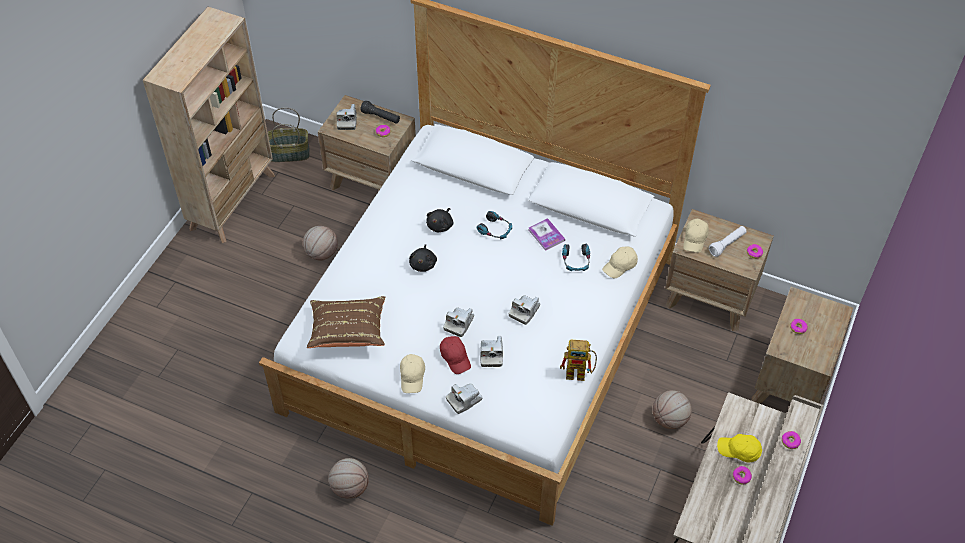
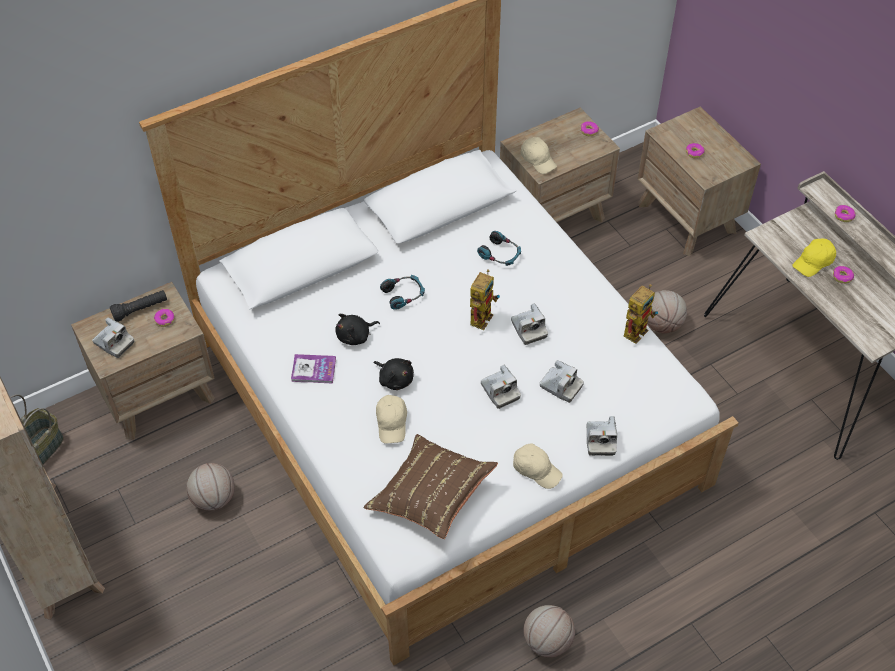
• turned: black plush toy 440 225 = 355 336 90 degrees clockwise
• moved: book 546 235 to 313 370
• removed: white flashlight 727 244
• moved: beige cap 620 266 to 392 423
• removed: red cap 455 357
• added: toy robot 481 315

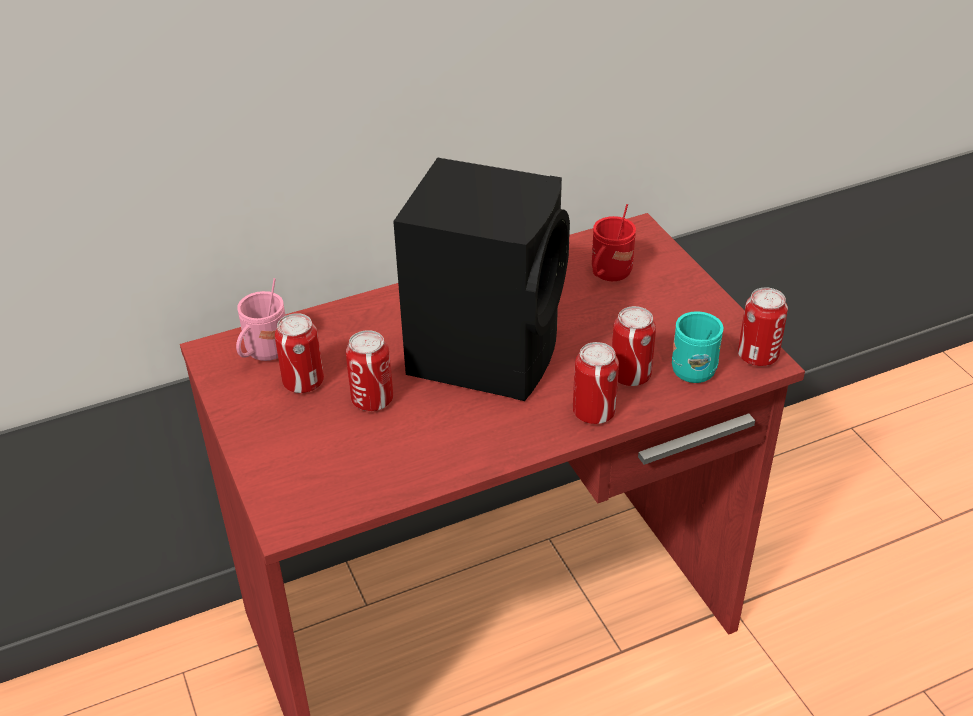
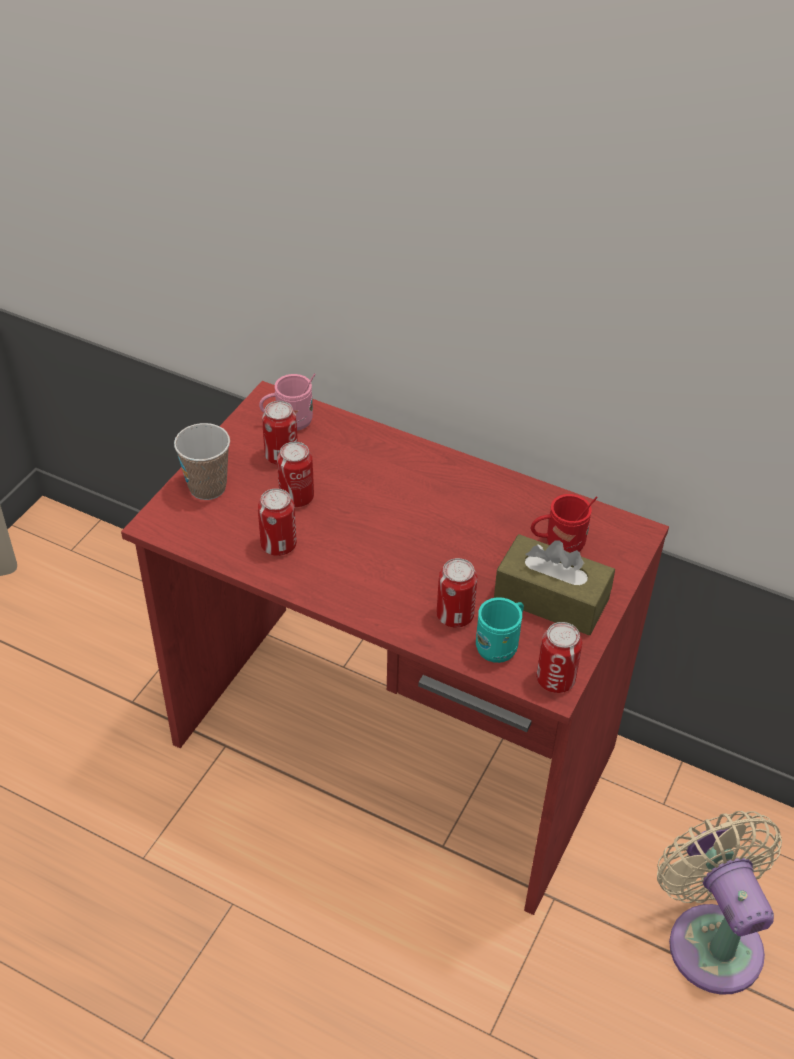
• removed: black speaker 487 350
• moved: can 593 412 to 278 545
• added: cup 207 487
• added: brown tissue box 551 599
• added: beige fan 711 938

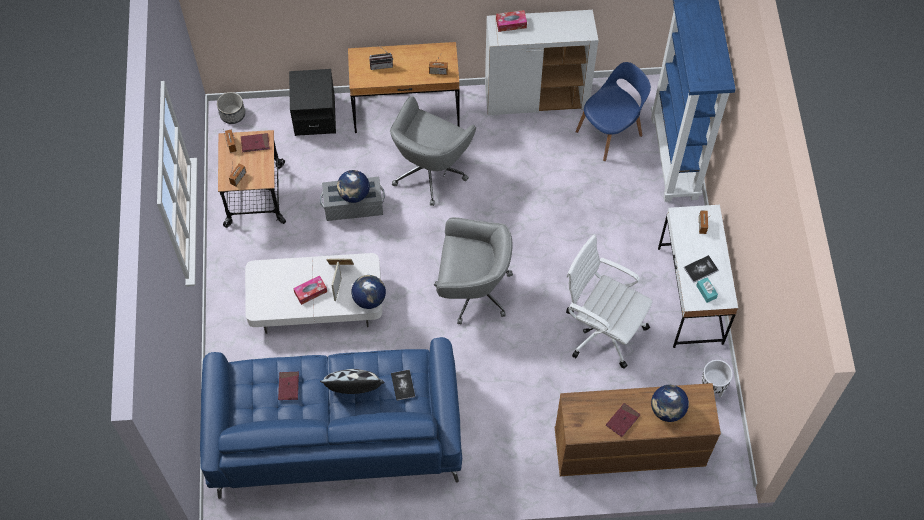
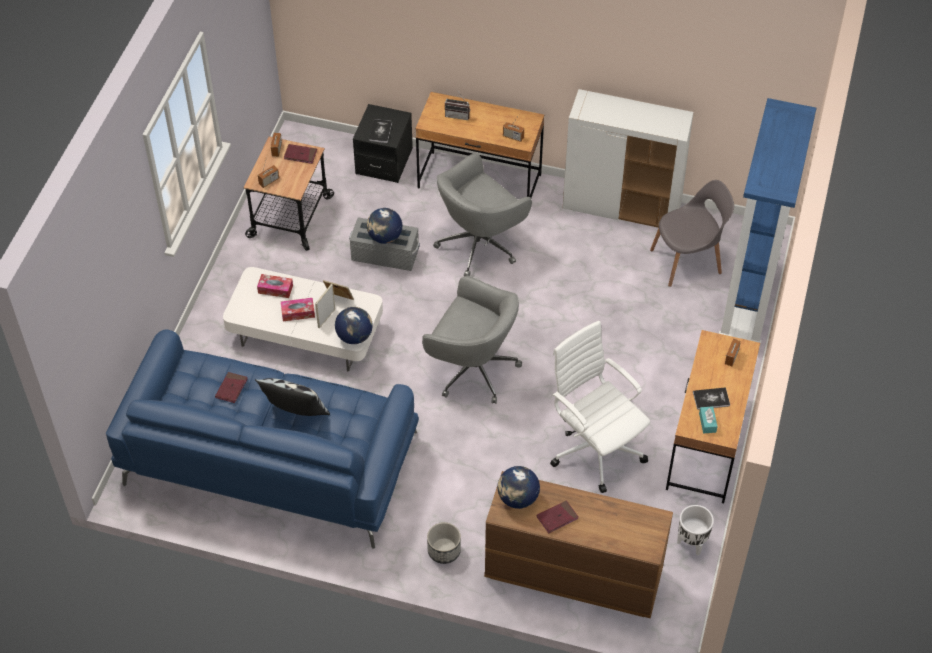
• moved: tissue box 511 24 to 275 289
• recoloured: blue chair 610 132 to grey chair 688 261
• moved: planter 232 114 to 444 550
• recoloured: white desk 690 296 to brown desk 706 444
• moved: book 403 385 to 380 131
• moved: globe 667 410 to 518 498

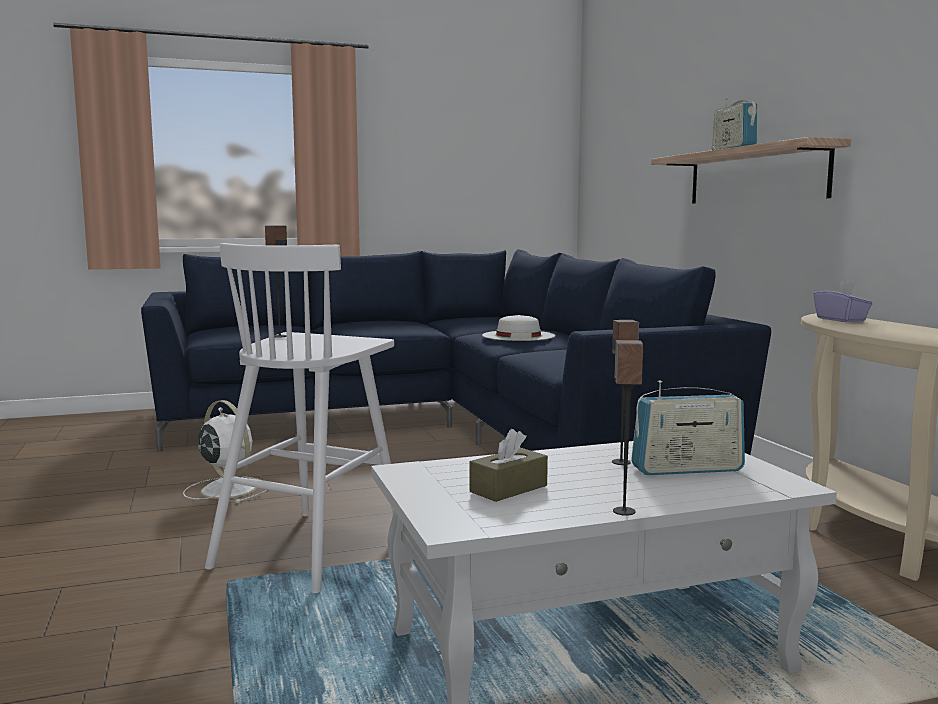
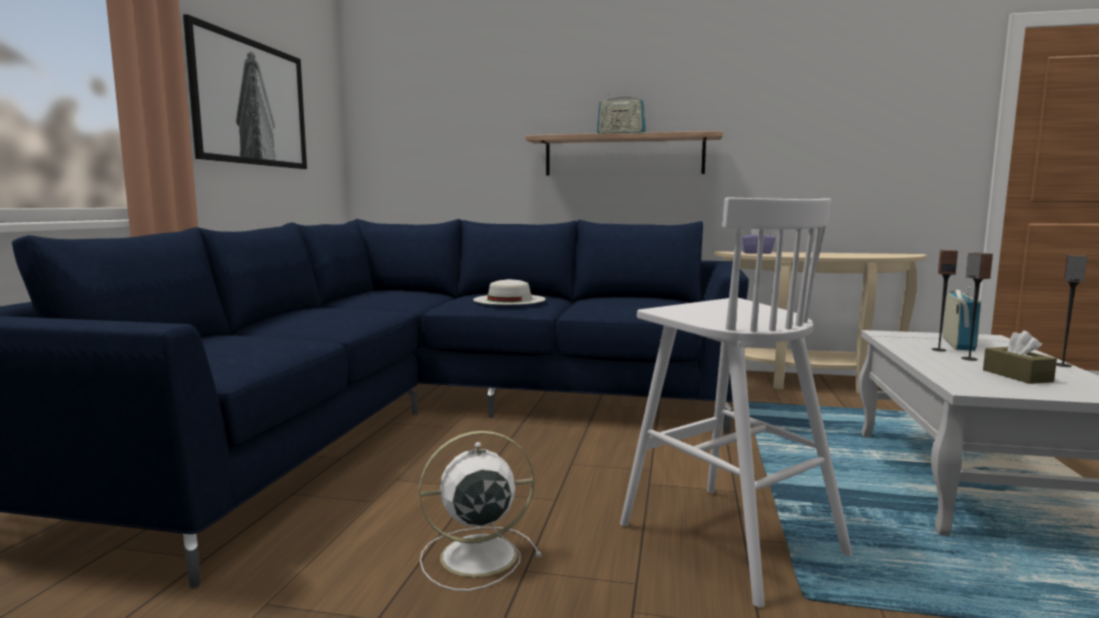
• moved: speaker 279 336 to 969 359
• added: picture 250 103

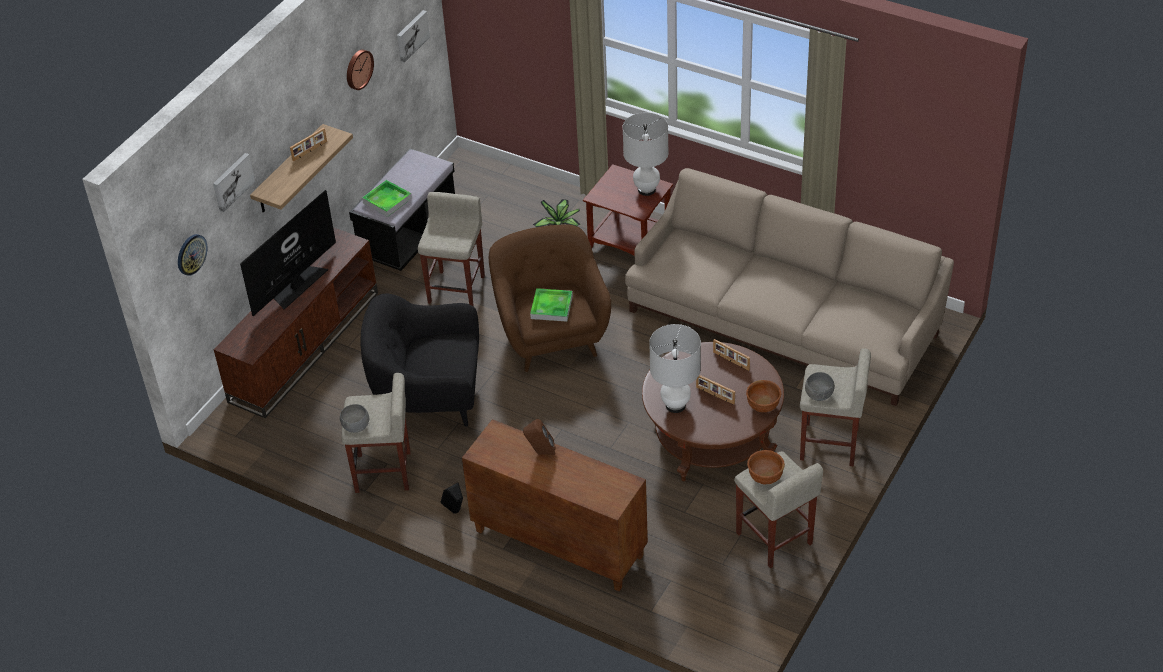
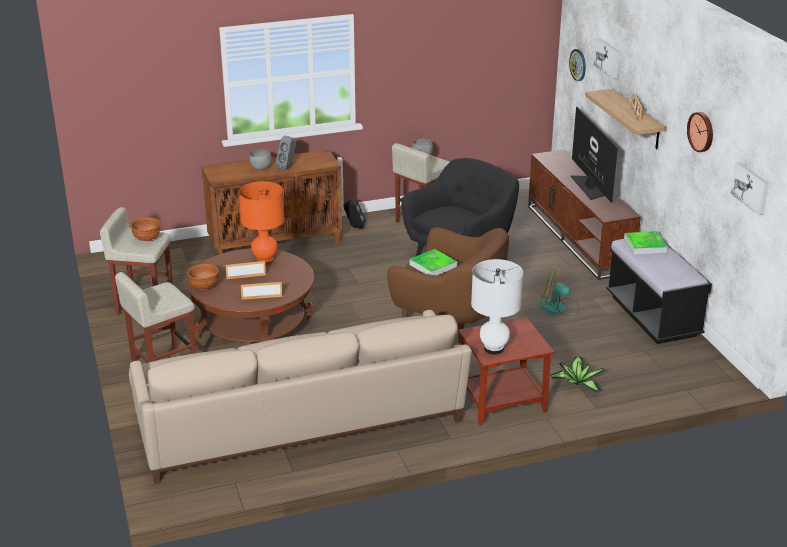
• replaced: beige stool 457 288 to fan 558 308
• recoloured: white table lamp 675 405 to orange table lamp 265 260
• moved: grey bowl 819 395 to 260 168
• recoloured: brown speaker 540 453 to grey speaker 288 167

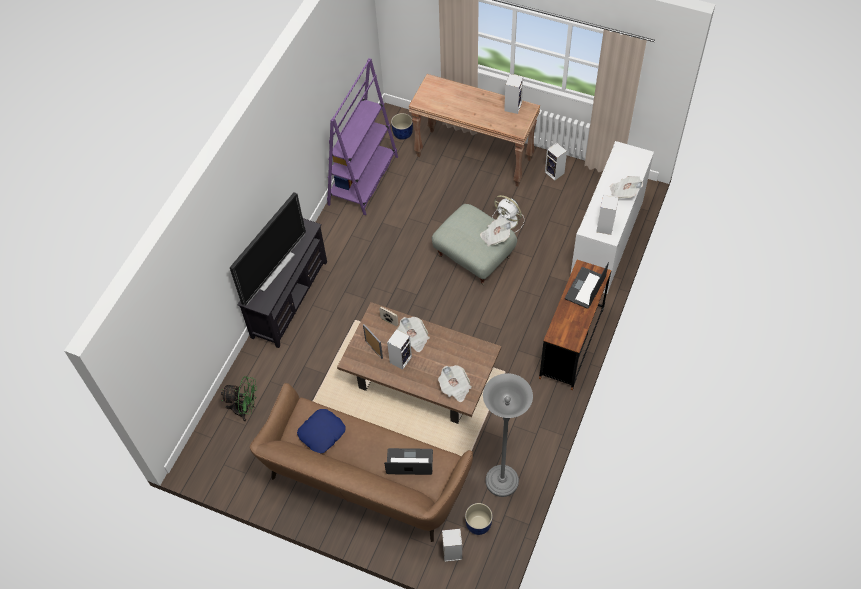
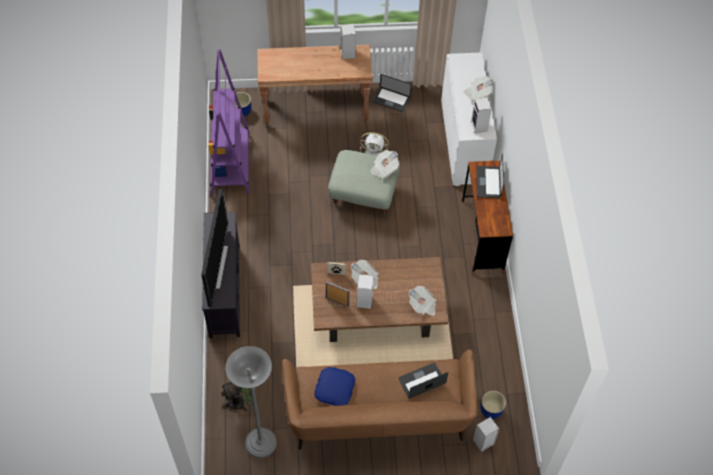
• replaced: speaker 555 173 to laptop 391 100
• moved: grey floor lamp 501 481 to 261 443

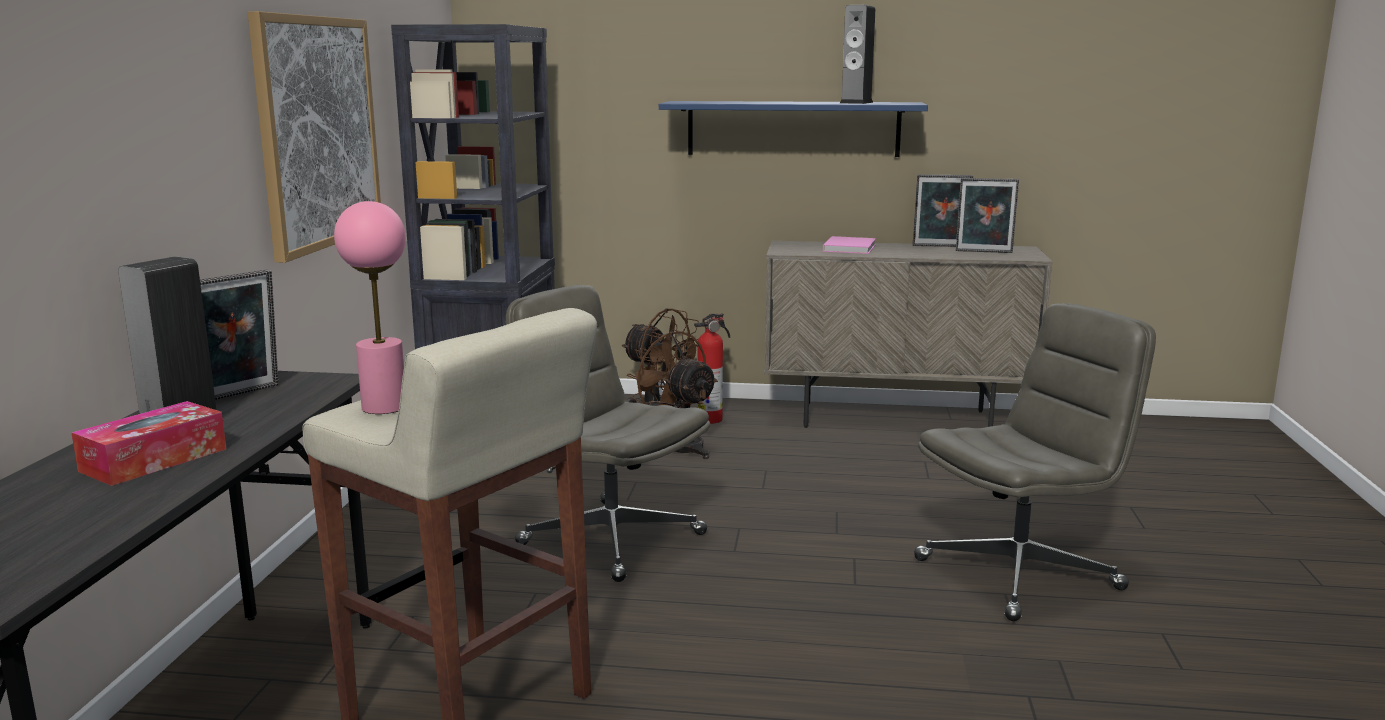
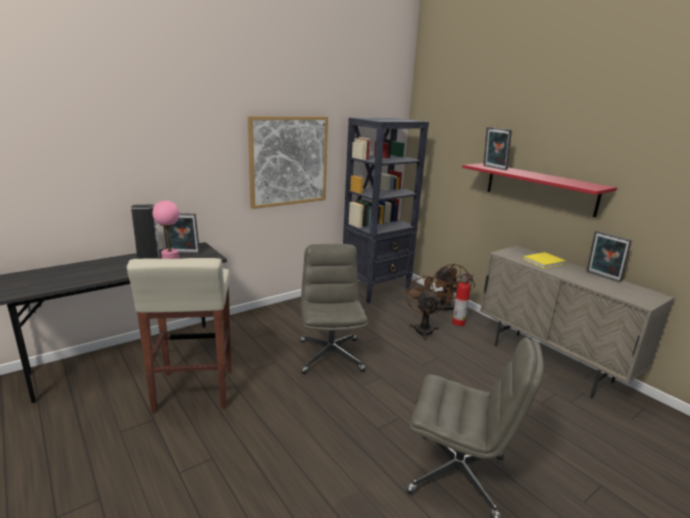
• removed: speaker 856 103
• recoloured: blue shelf 793 128 to red shelf 539 188
• moved: picture frame 984 252 to 493 168
• recoloured: pink book 850 247 to yellow book 544 261
• removed: tissue box 154 460

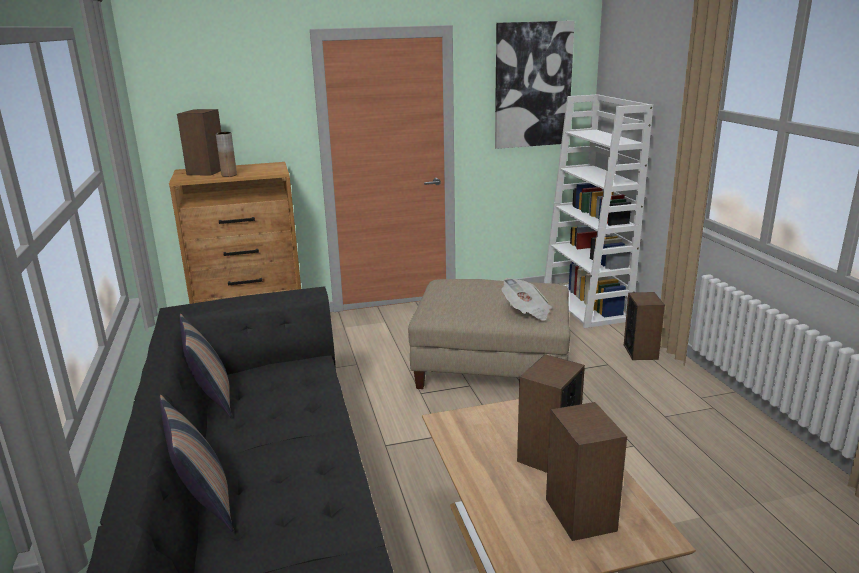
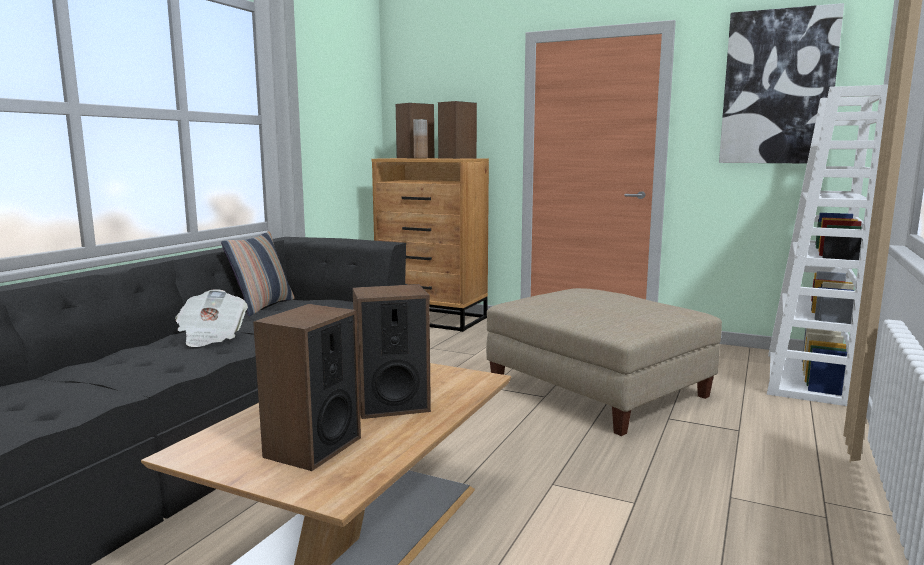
• moved: newspaper 526 312 to 211 336
• moved: speaker 640 352 to 457 158
• removed: pillow 204 503

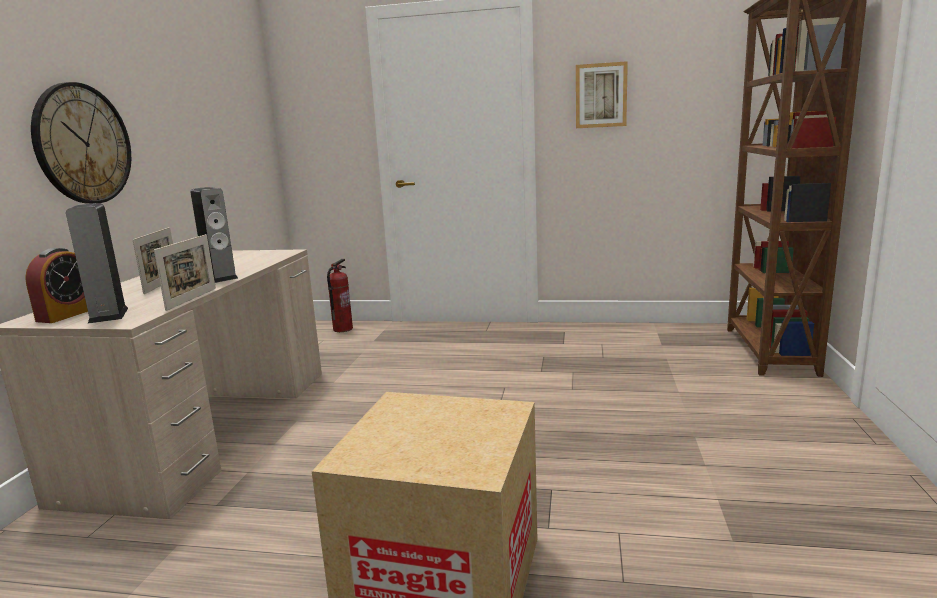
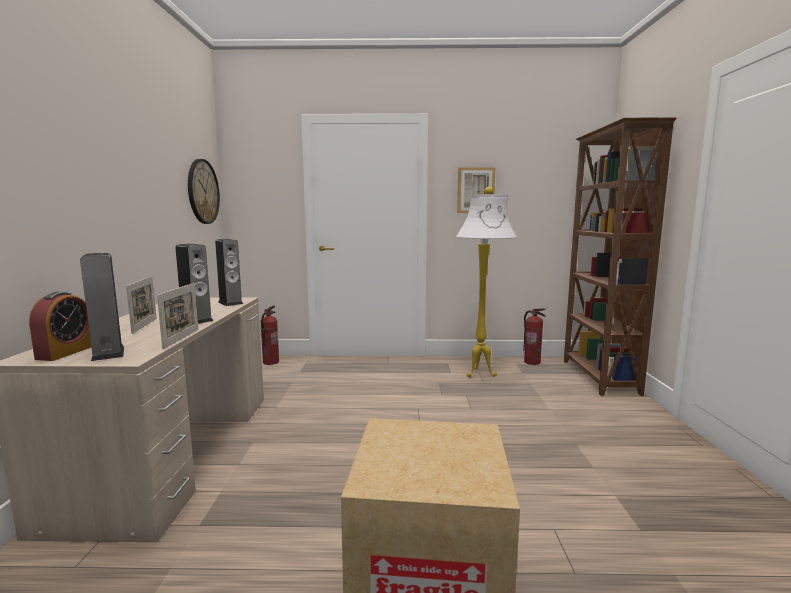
• moved: wall clock 82 144 to 203 191
• added: white floor lamp 481 374
• added: speaker 230 303
• added: fire extinguisher 532 362

